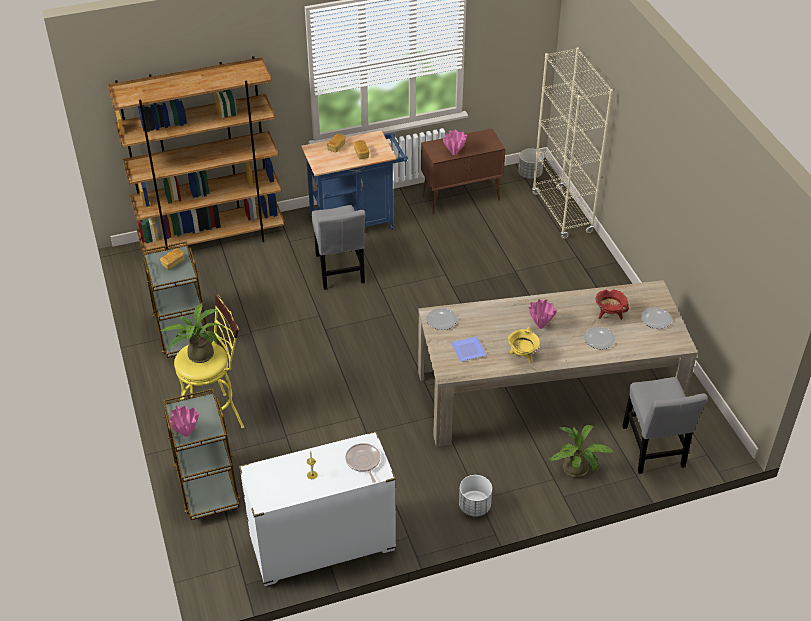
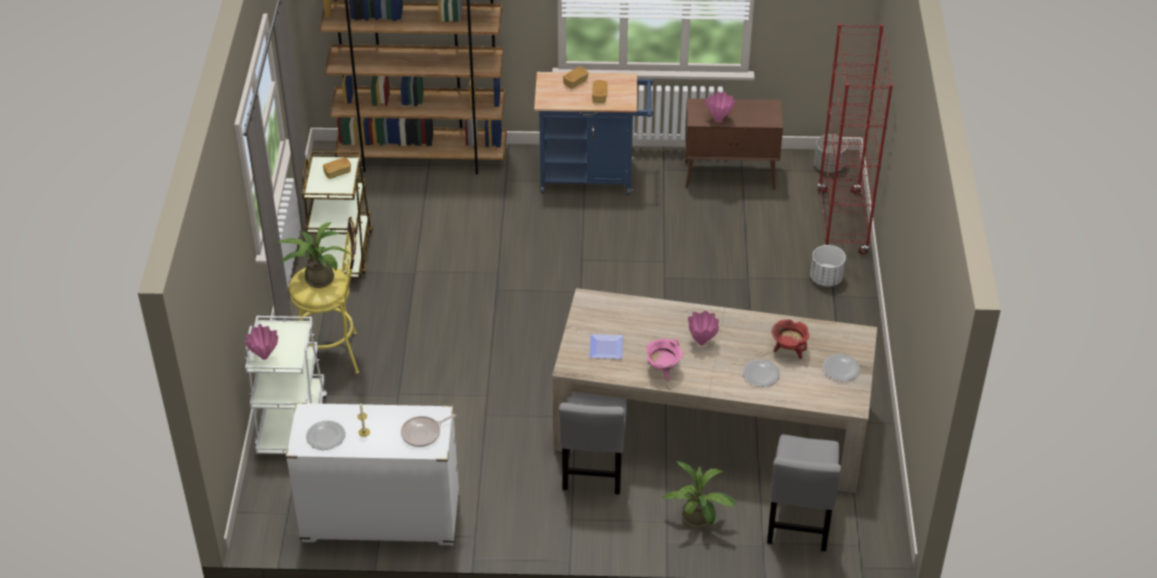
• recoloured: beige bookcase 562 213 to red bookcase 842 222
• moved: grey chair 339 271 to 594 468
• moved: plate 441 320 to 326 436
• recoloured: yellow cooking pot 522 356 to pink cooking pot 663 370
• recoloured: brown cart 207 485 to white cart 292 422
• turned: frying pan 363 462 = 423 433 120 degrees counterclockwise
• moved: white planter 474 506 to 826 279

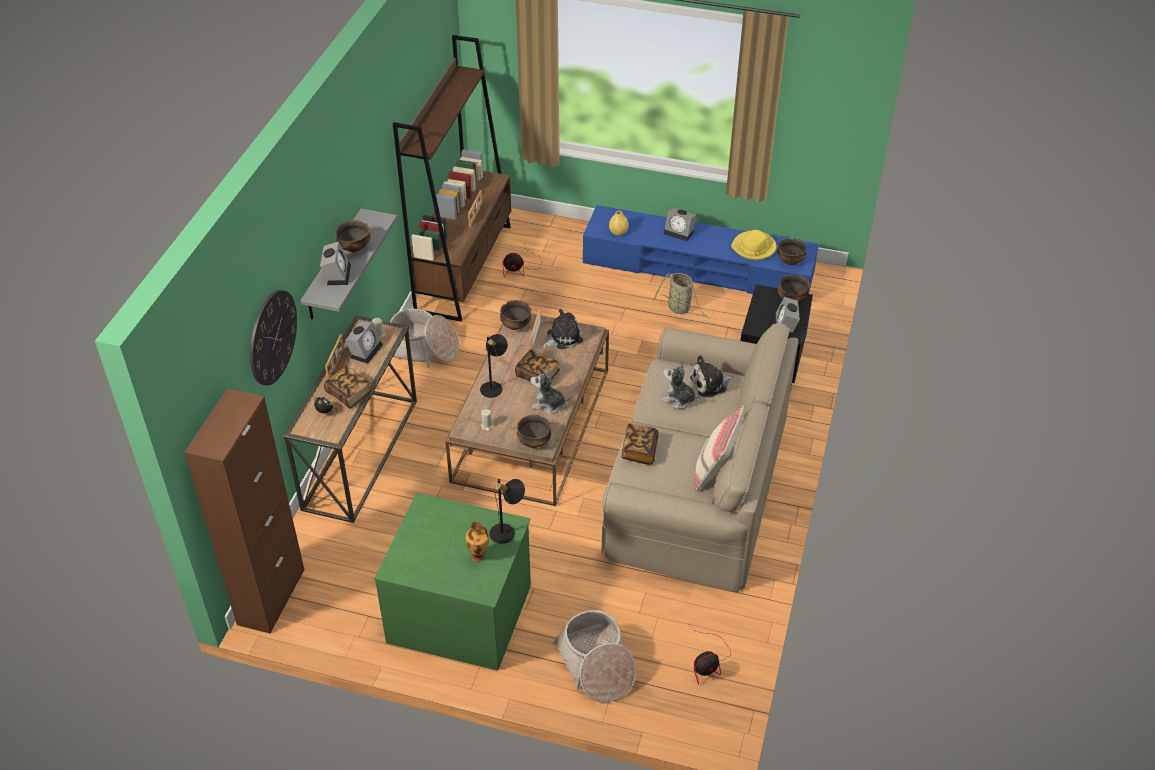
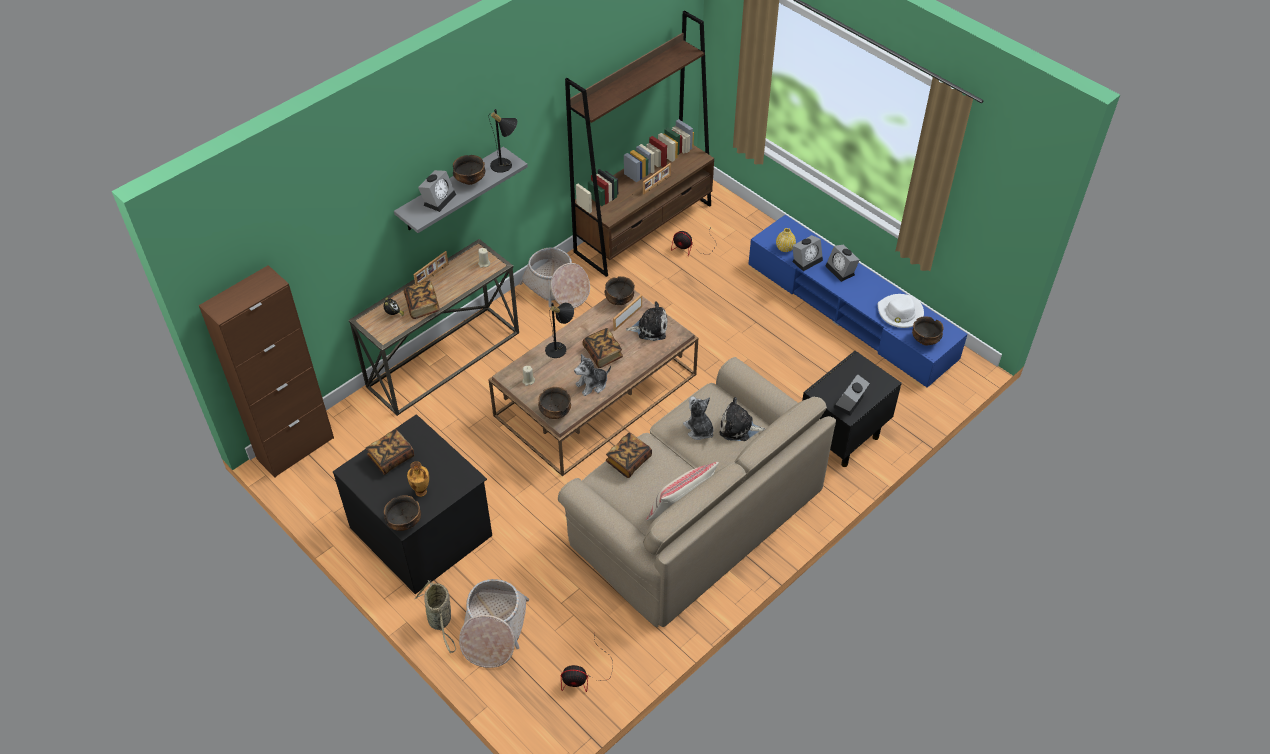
• recoloured: yellow hat 754 248 to white hat 900 313
• moved: basket 680 309 to 440 620
• moved: bowl 791 299 to 404 522
• removed: wall clock 272 337
• moved: alarm clock 365 350 to 807 259
• turned: plush toy 549 405 = 592 384 75 degrees counterclockwise
• moved: black table lamp 507 532 to 505 166
• recoloured: green dresser 460 611 to black dresser 422 530
• added: book 391 458

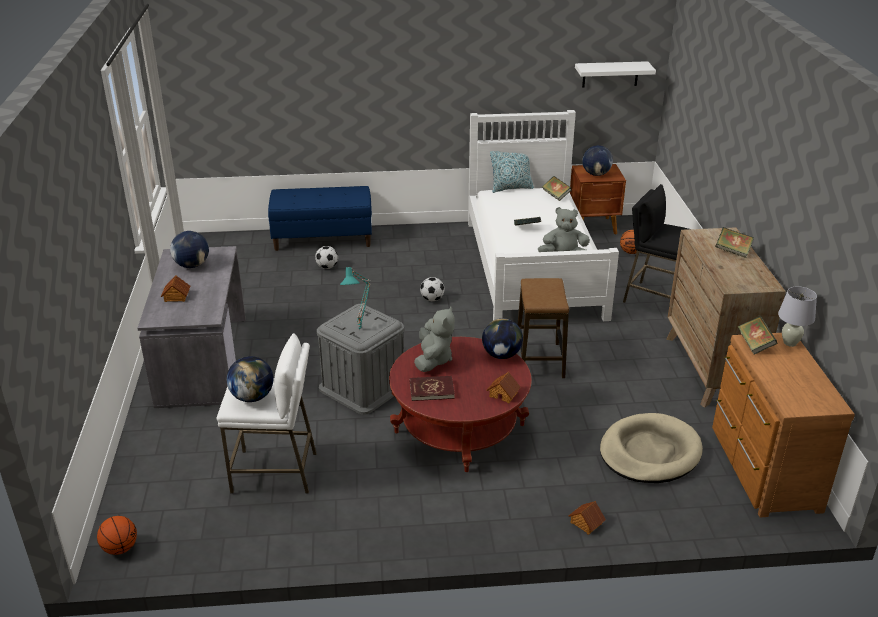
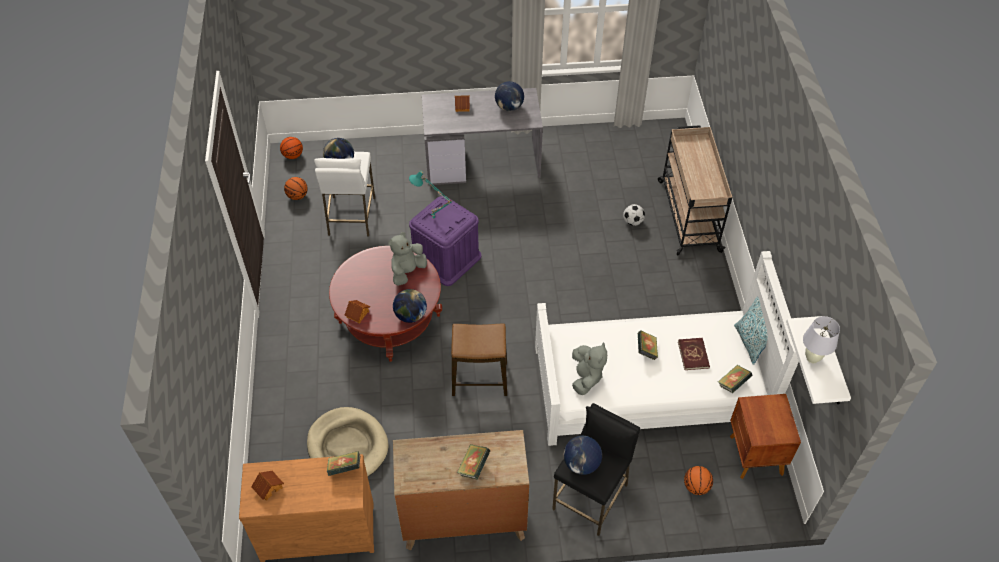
• moved: globe 596 174 to 581 464
• replaced: blue bench 323 238 to beige cart 688 214
• removed: football 432 299
• moved: white table lamp 790 343 to 812 358
• recoloured: grey storage box 363 386 to purple storage box 446 258
• turned: grey plush toy 433 359 = 407 271 120 degrees clockwise
• moved: red book 431 390 to 693 355
• moved: toy house 585 523 to 268 487
• added: basketball 297 196

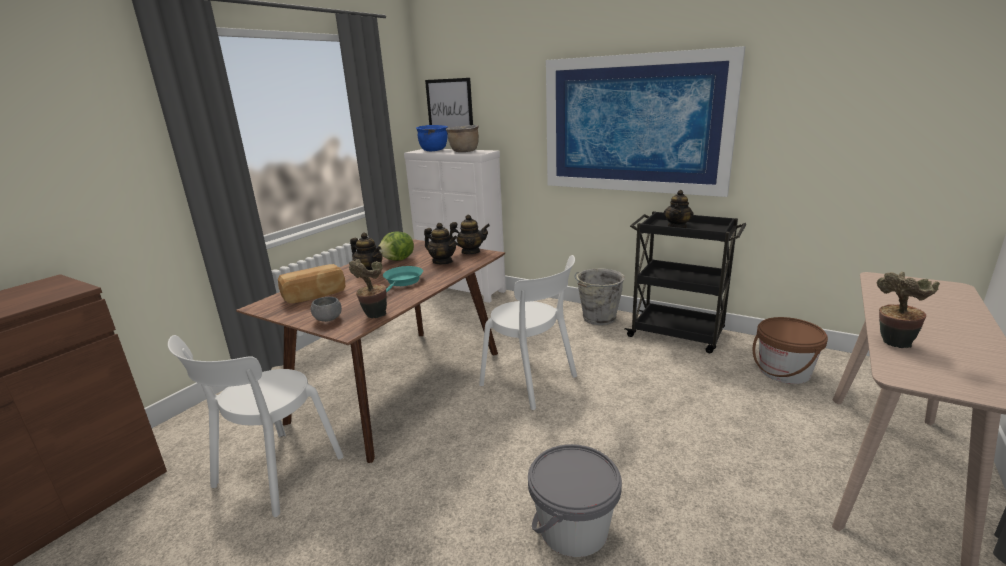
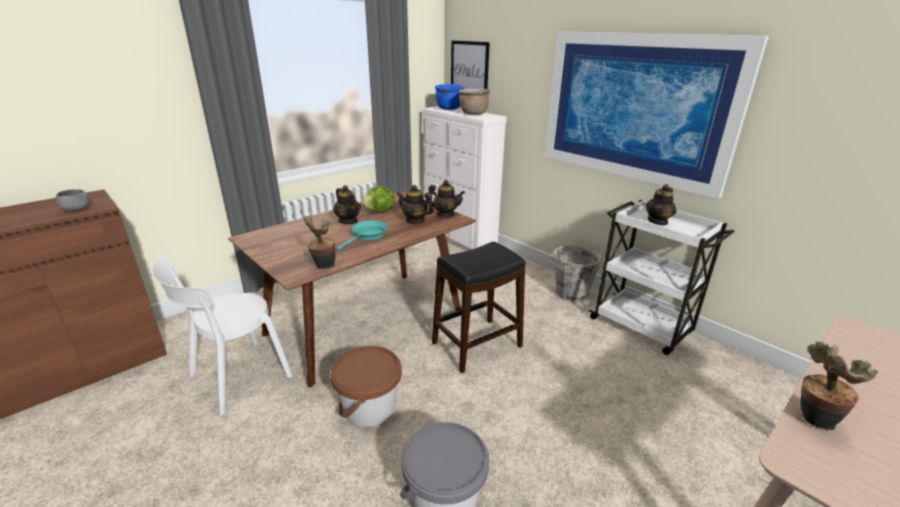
• recoloured: black cart 677 334 to white cart 642 327
• turned: teapot 442 262 = 415 220 150 degrees clockwise
• replaced: white chair 532 382 to black stool 477 345
• removed: bread 315 296
• moved: grey bowl 328 319 to 76 210
• moved: brown bucket 784 371 to 369 407

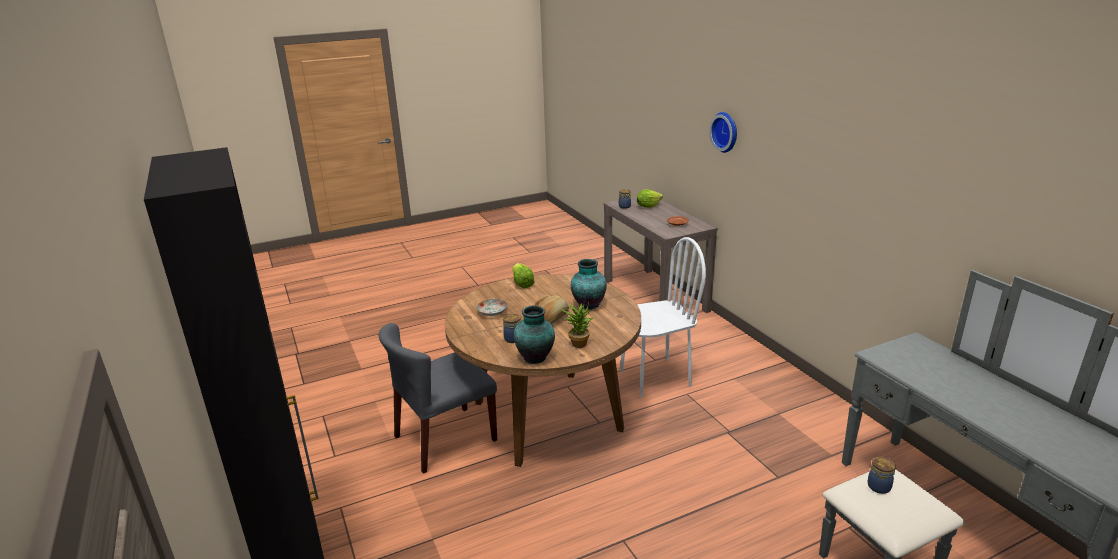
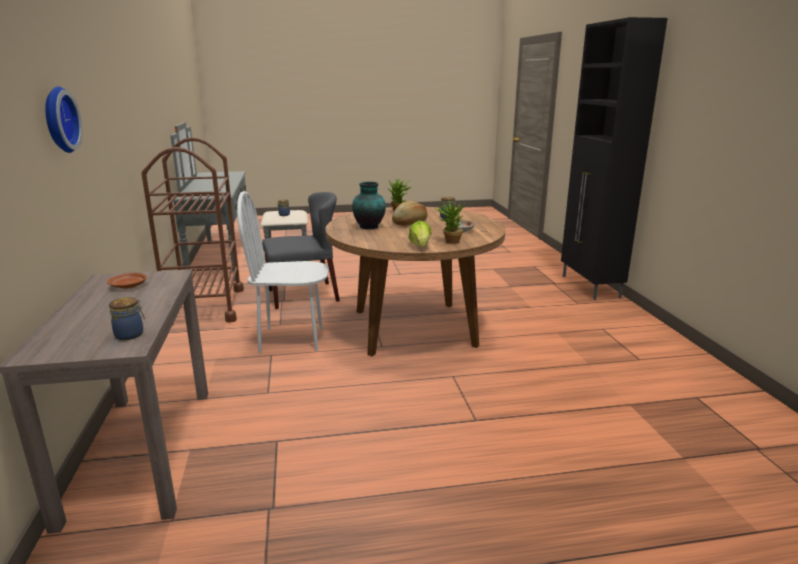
• removed: lettuce 648 206
• removed: vase 536 357
• moved: grey chair 445 439 to 304 295
• added: brown cart 205 306
• added: potted plant 449 241

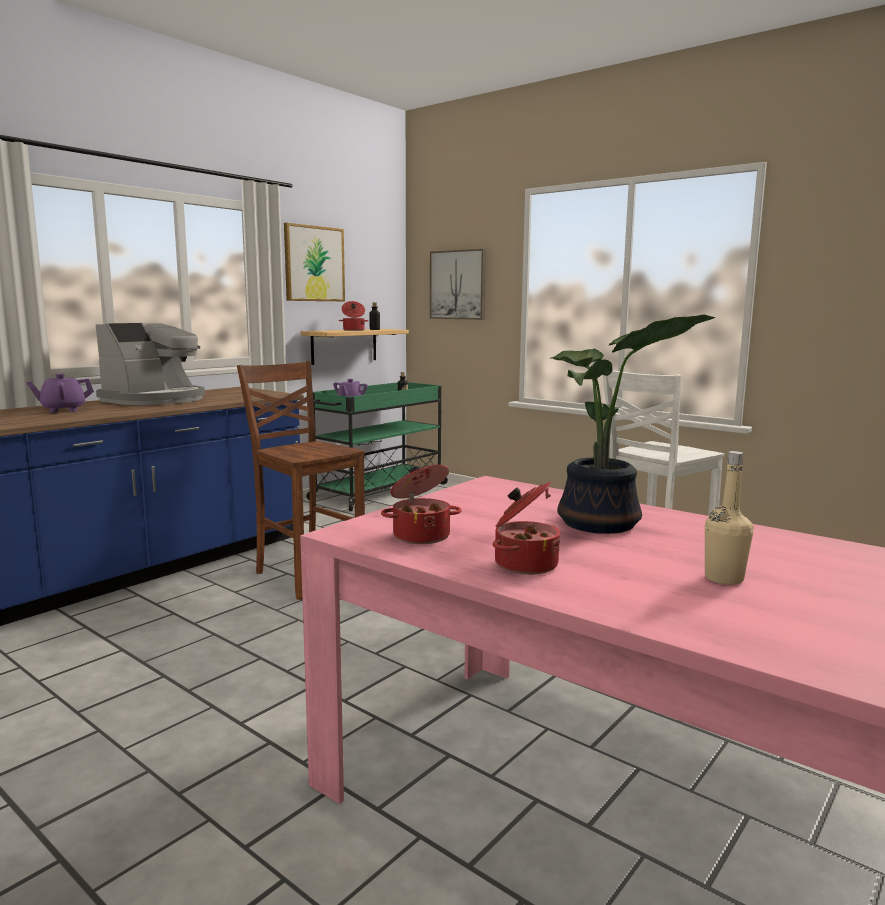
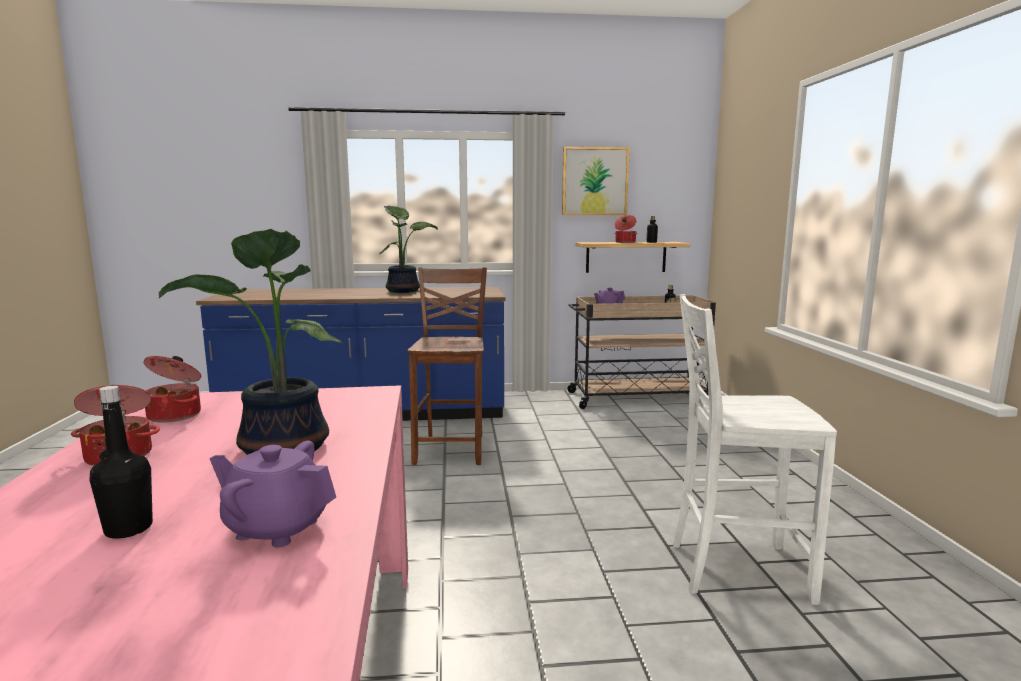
• removed: picture 458 285
• replaced: coffee machine 155 400 to potted plant 404 290
• moved: purple teapot 63 410 to 276 528
• recoloured: green cart 378 492 to beige cart 637 398
• recoloured: beige bottle 724 578 to black bottle 128 529

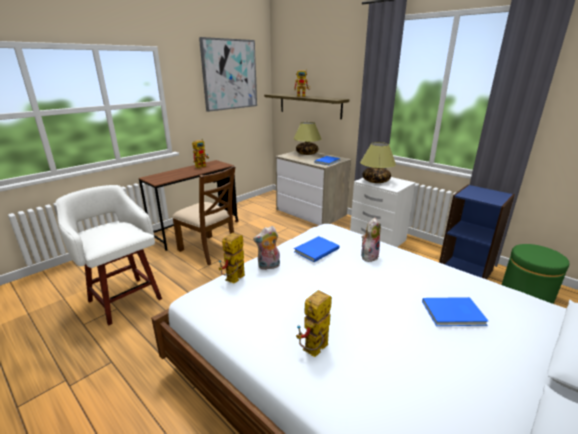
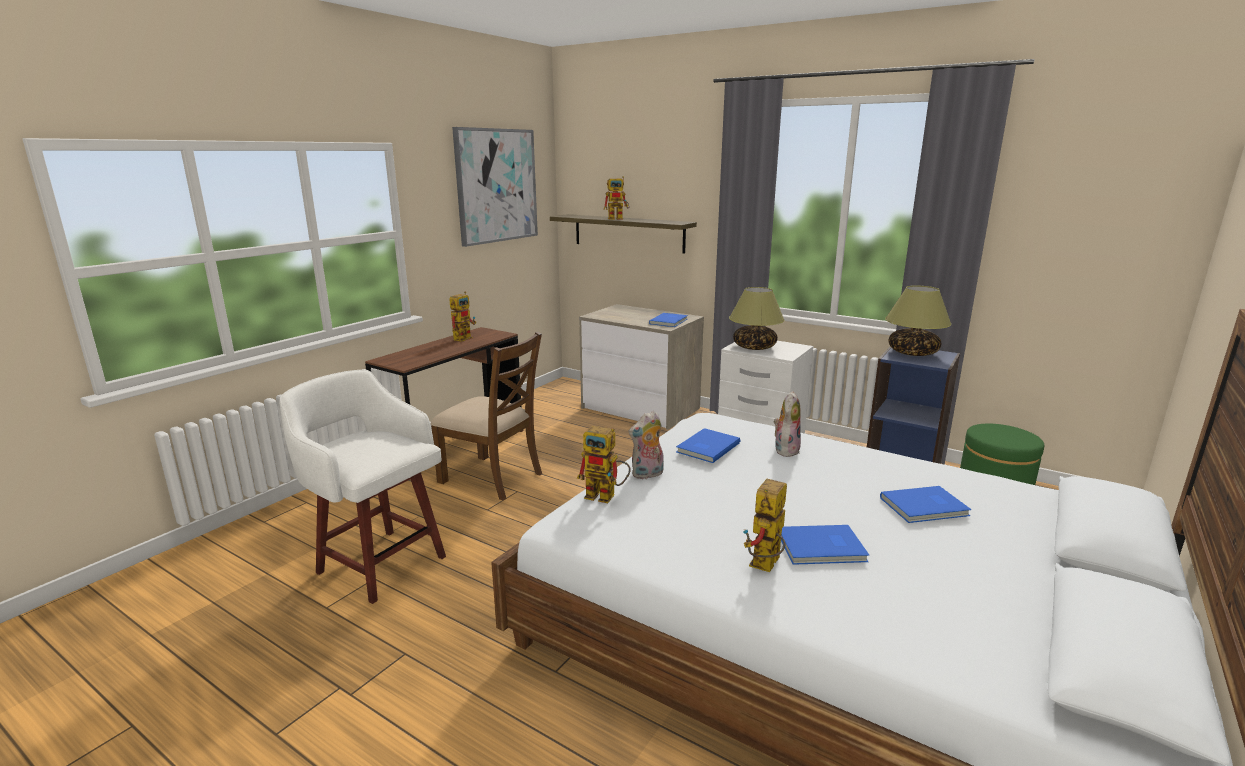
• moved: table lamp 307 153 to 912 353
• turned: toy robot 234 280 = 606 496 90 degrees counterclockwise
• added: blue book 823 548

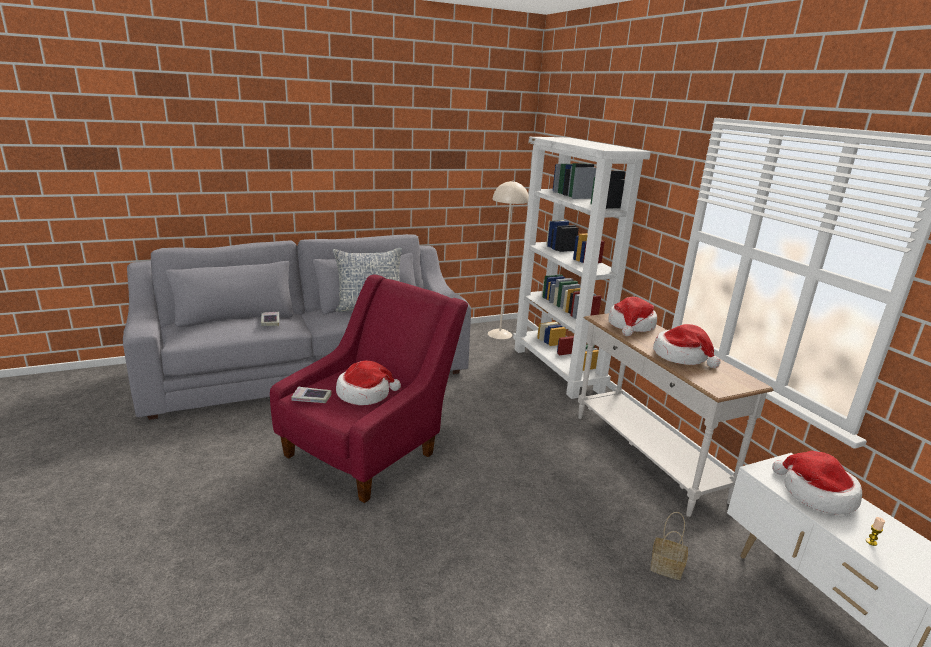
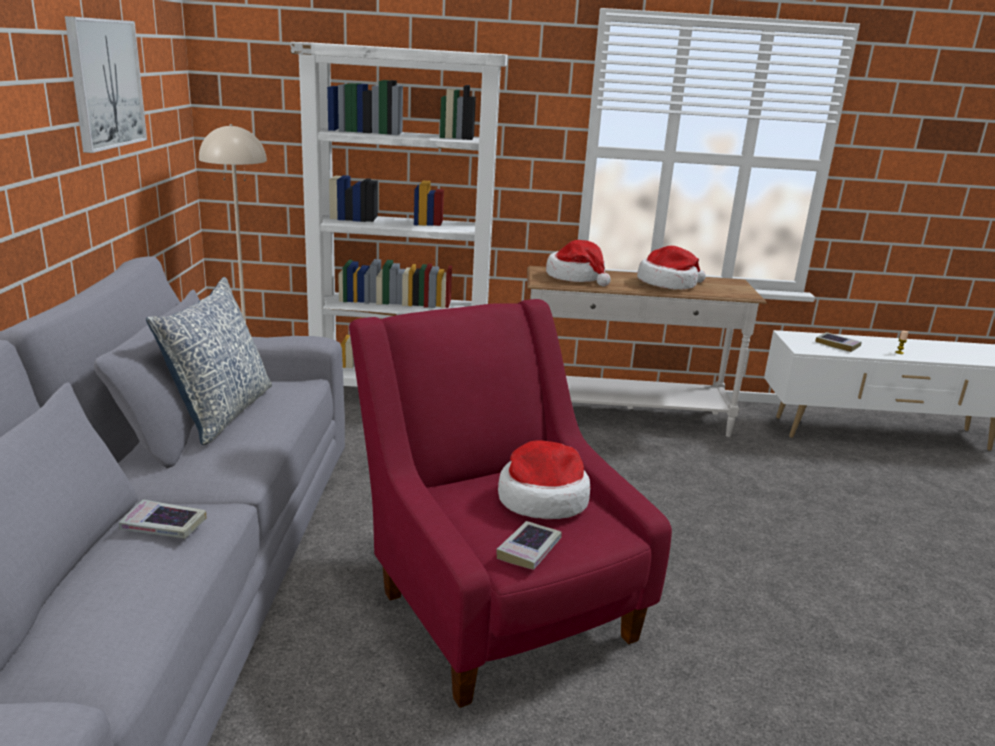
• replaced: hat 816 494 to book 837 345
• removed: basket 665 567
• added: picture 105 83

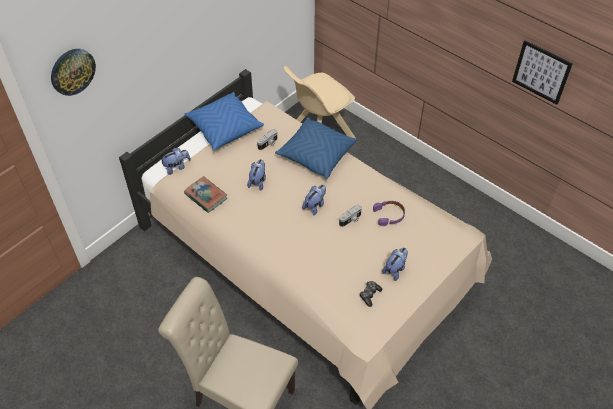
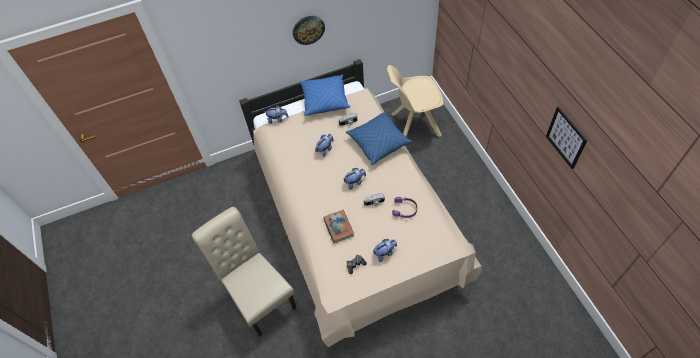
• moved: wall clock 72 71 to 308 29
• moved: book 206 196 to 338 227

